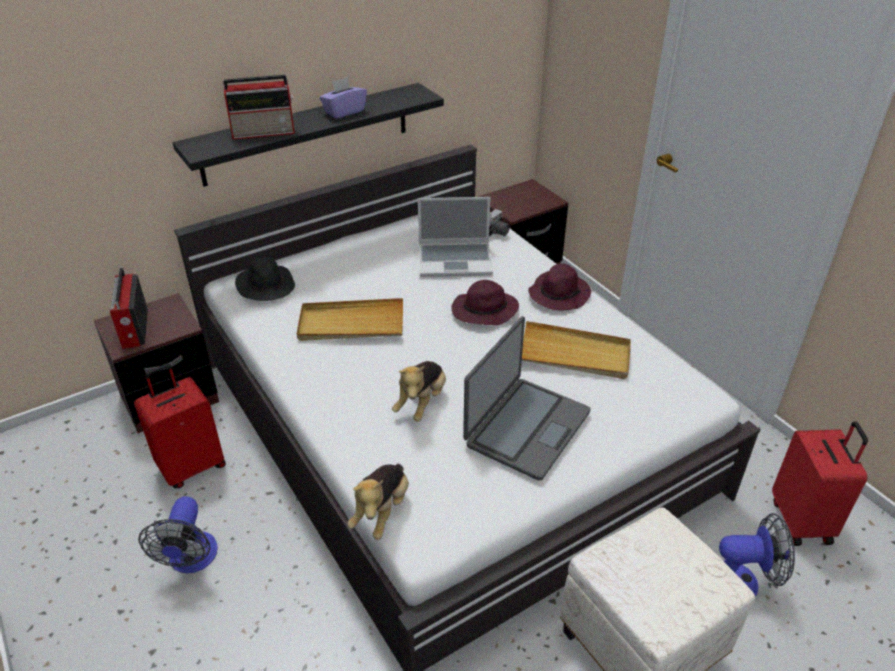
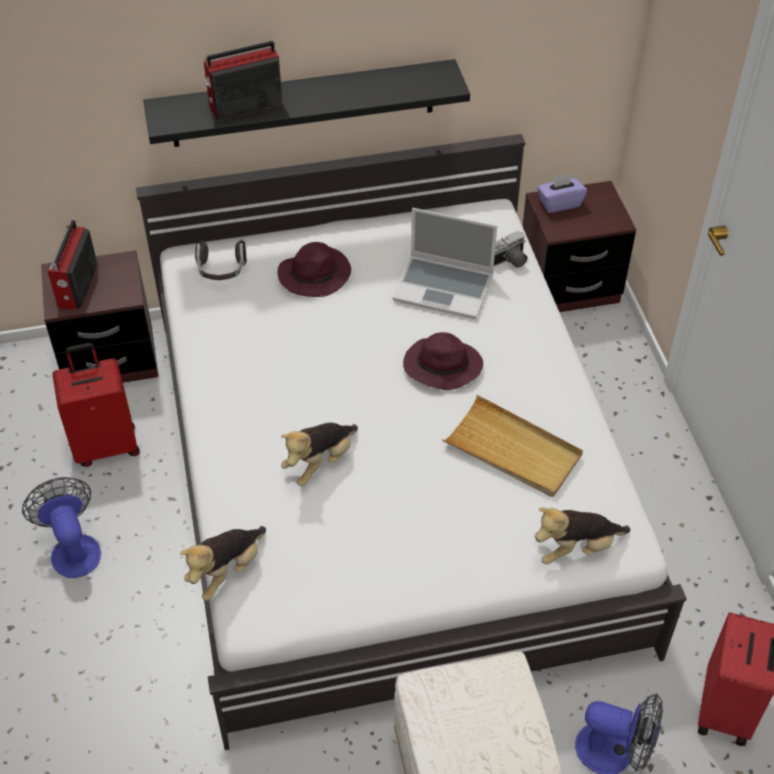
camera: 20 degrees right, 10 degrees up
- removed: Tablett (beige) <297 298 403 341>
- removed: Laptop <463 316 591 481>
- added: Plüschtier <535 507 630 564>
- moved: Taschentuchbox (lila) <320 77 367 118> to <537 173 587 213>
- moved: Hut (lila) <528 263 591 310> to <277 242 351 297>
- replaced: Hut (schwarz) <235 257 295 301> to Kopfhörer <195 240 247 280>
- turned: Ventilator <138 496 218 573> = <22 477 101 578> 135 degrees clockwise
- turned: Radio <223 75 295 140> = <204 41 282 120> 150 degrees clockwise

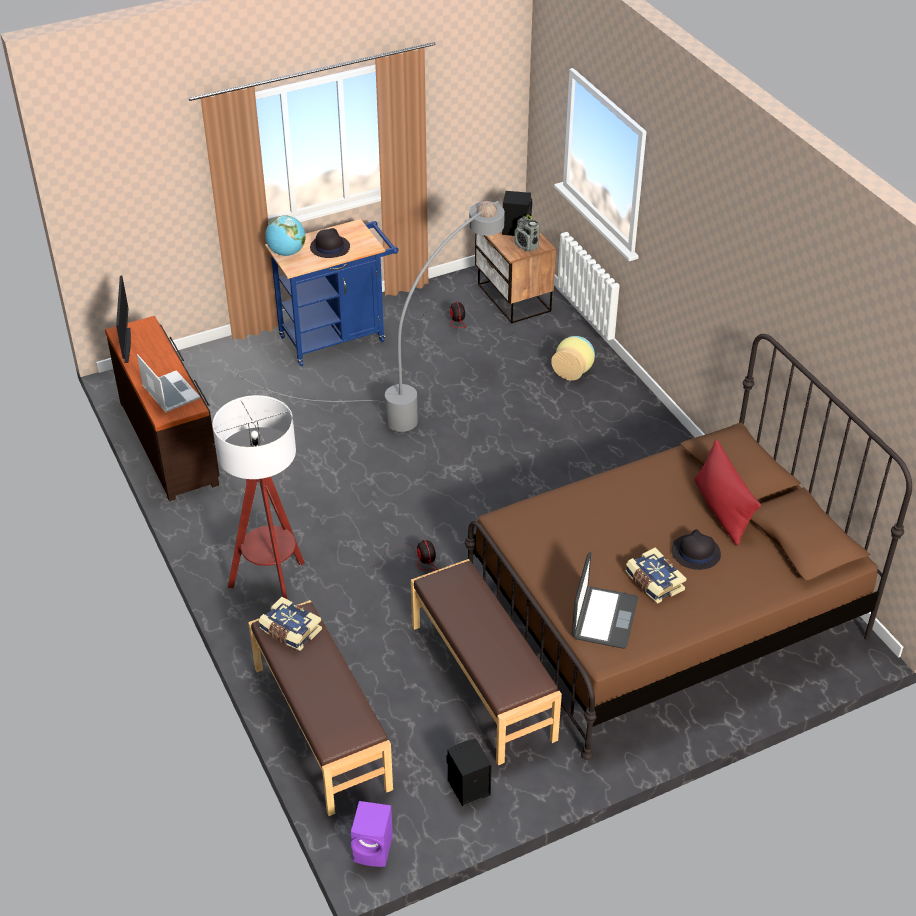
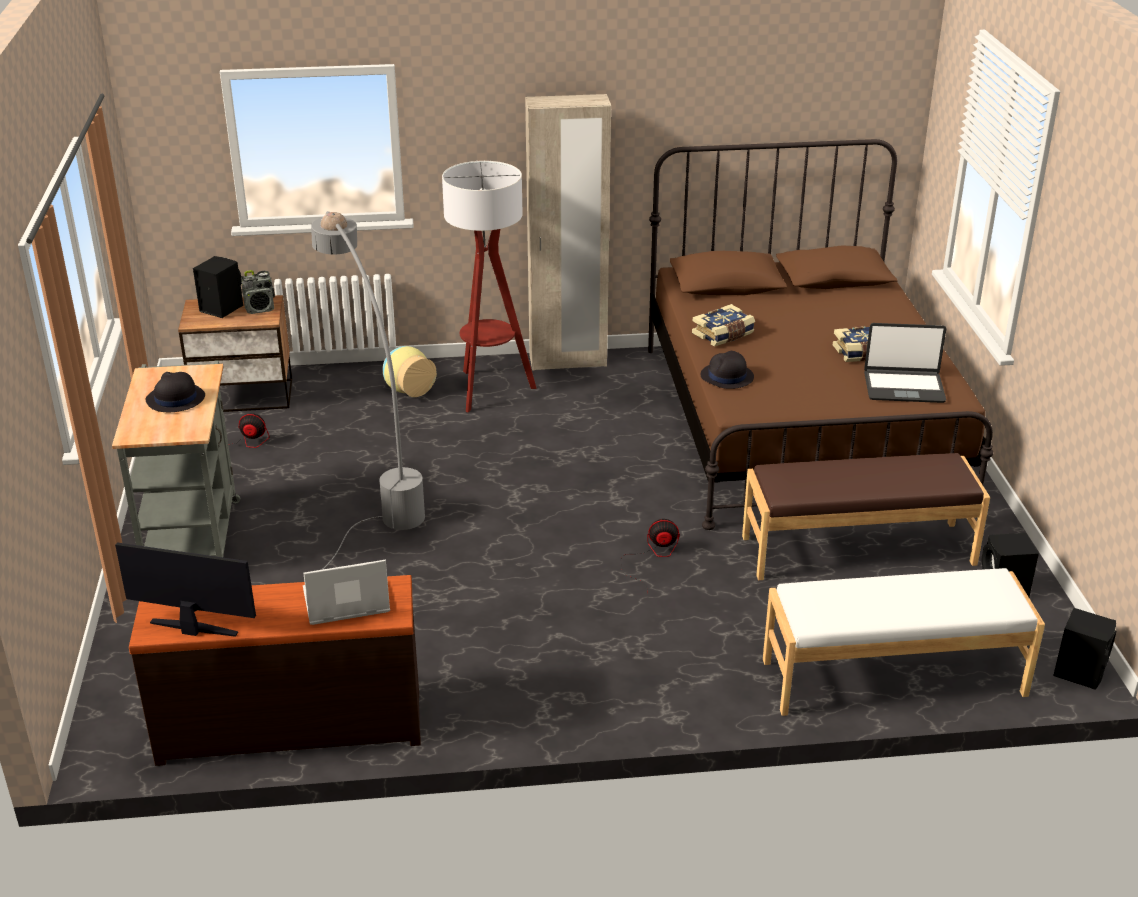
camera: 70 degrees left, 10 degrees down
- removed: Globus <265 215 306 256>
- removed: Kissen (rot) <694 439 761 545>
- added: Kleiderschrank (beige) <525 94 611 370>
- moved: Stehlampe <213 395 304 600> to <442 161 537 412>
- moved: Buch <259 597 322 651> to <692 304 755 346>
- moved: Hut (schwarz) <672 529 721 570> to <701 351 754 389>
- recoloured: Bank (braun) <248 600 393 816> to Bank (weiß) <763 568 1045 716>
- recoloured: Rollwagen (blau) <265 219 398 367> to Rollwagen (grau) <112 360 240 557>
- recoloured: Lautsprecher (lila) <351 801 393 867> to Lautsprecher (schwarz) <1053 608 1116 690>
- turned: Laptop <572 552 638 649> = <864 323 946 403> 150 degrees clockwise

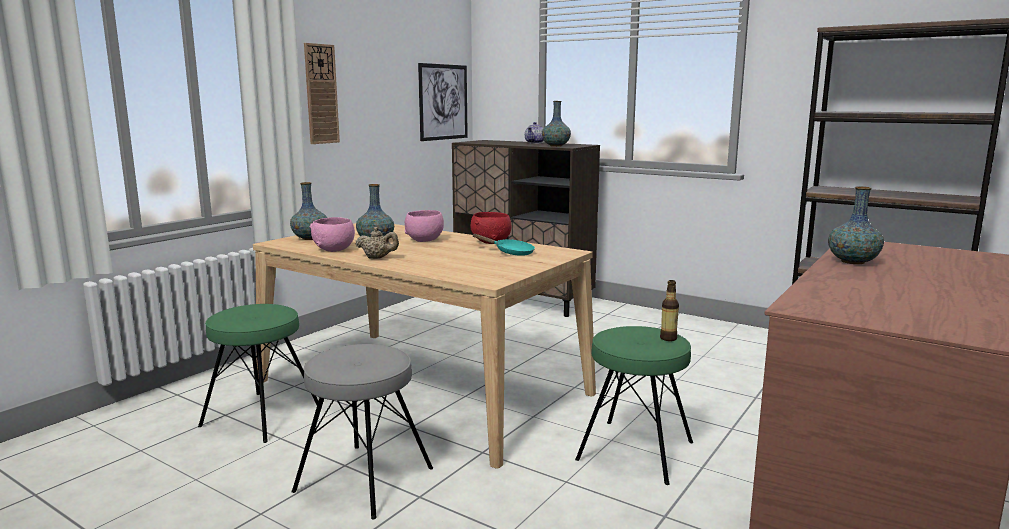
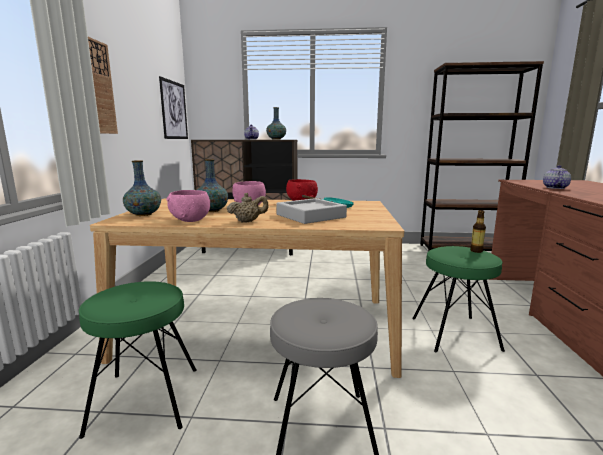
camera: 30 degrees left, 0 degrees up
- added: Tablett (grau) <276 198 347 224>
- replaced: Vase <828 186 884 264> to Teekanne <543 165 571 189>

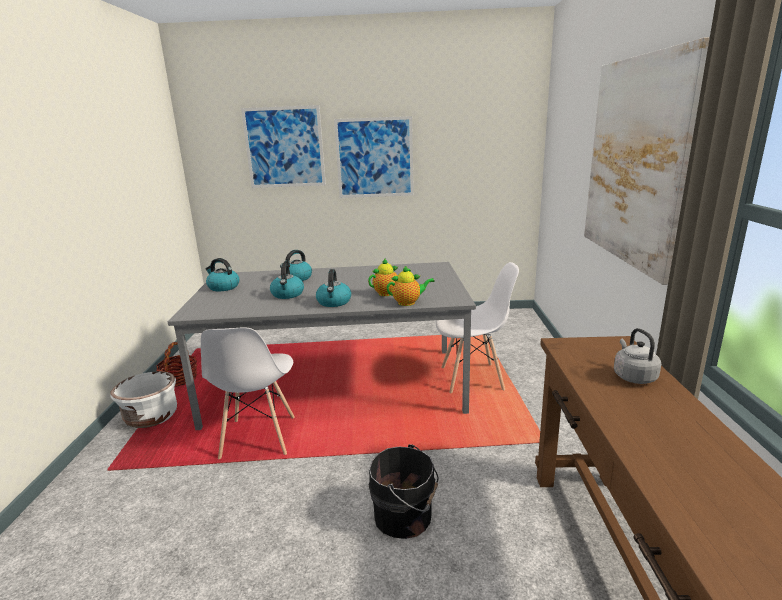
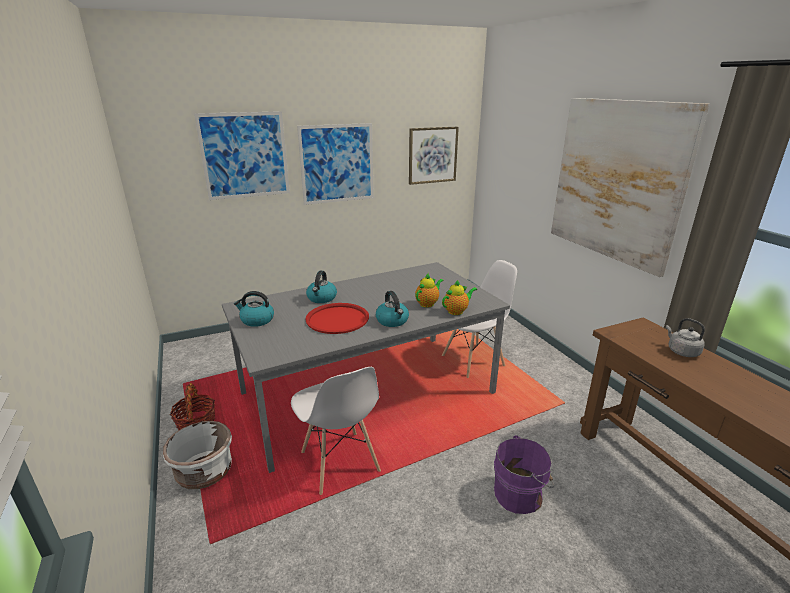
camera: 25 degrees left, 5 degrees up
- added: Bild <409 127 459 185>
- replaced: Wasserkessel <270 263 304 299> to Tablett (rot) <305 303 369 334>
- recoloured: Eimer (schwarz) <369 444 439 539> to Eimer (lila) <494 435 555 514>

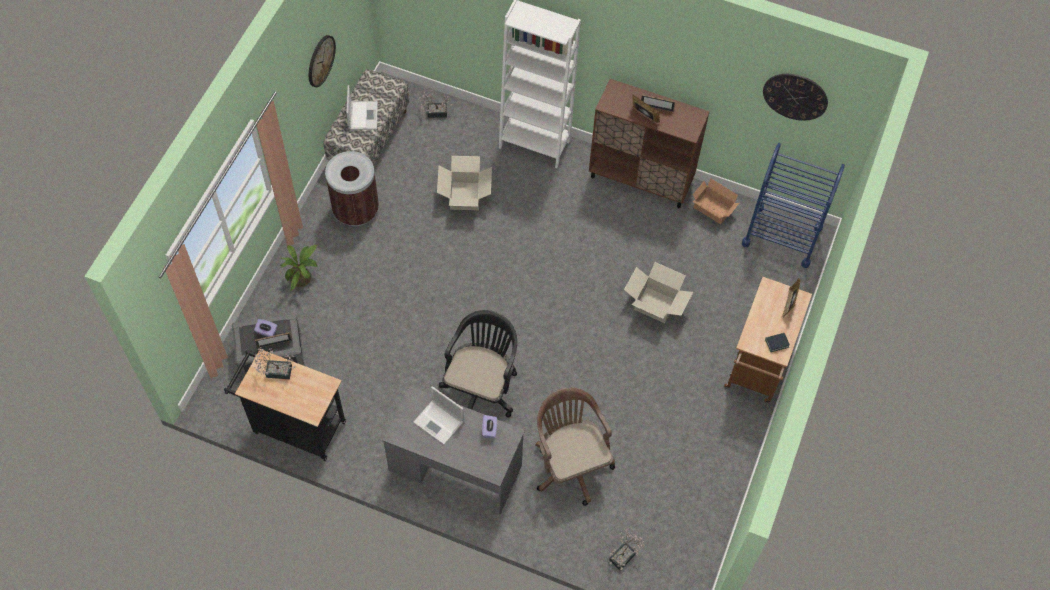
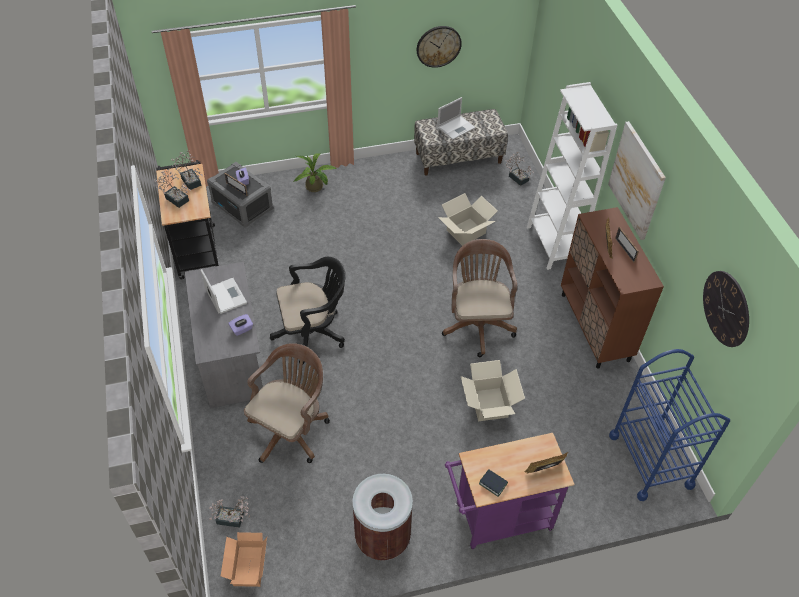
camera: 55 degrees right, 10 degrees down
- added: Topfpflanze <154 168 191 208>
- added: Bürostuhl (braun) <442 239 517 357>
- added: Bild <608 121 666 240>
- moved: Mülleimer (braun) <325 151 379 226> to <353 474 413 561>
- moved: Karton <692 179 739 224> to <221 532 267 587>
- recoloured: Rollwagen (braun) <724 277 812 404> to Rollwagen (lila) <445 433 574 549>
- turned: Laptop <413 386 464 445> = <200 269 247 314> 150 degrees clockwise

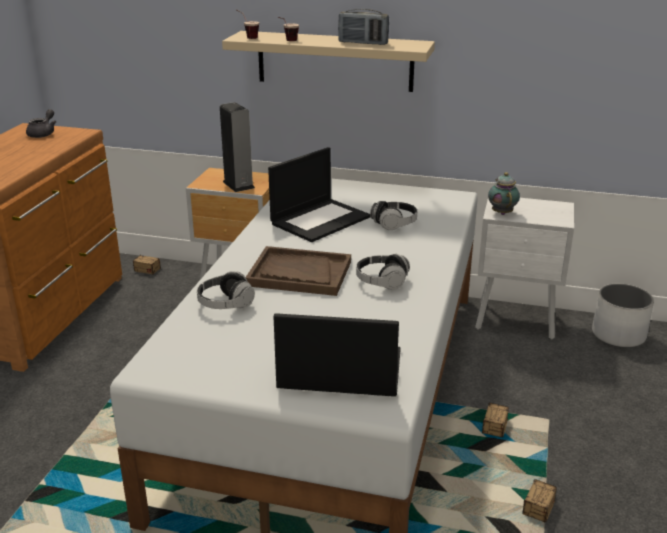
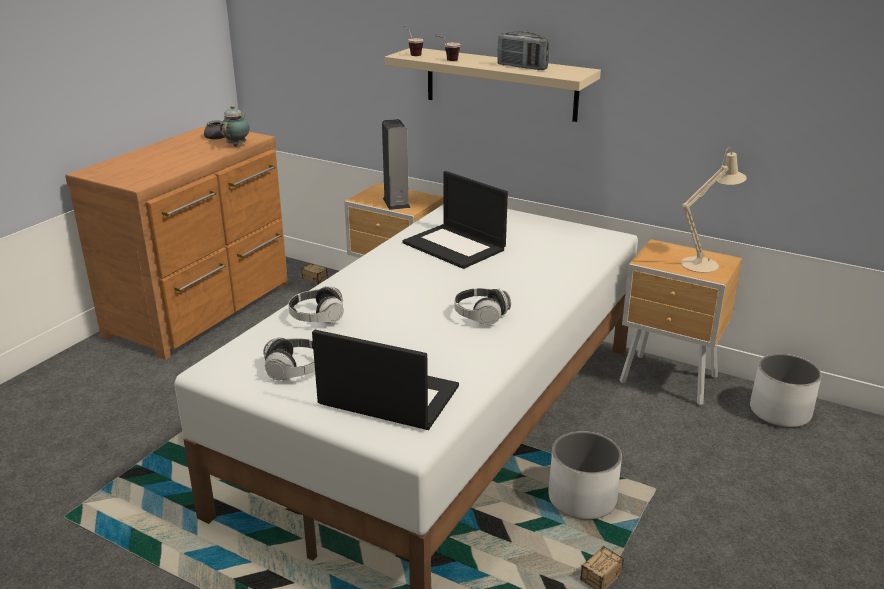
camera: 15 degrees right, 0 degrees up
- removed: Tablett (braun) <246 246 351 296>
- added: Tischlampe (beige) <681 147 747 273>
- moved: Kopfhörer <370 201 417 230> to <263 337 315 381>
- moved: Teekanne <488 172 520 215> to <220 105 250 146>
- replaced: Aufbewahrungsbox <482 403 509 438> to Pflanzkübel (weiß) <548 431 622 520>
- recoloured: Nachttisch (weiß) <475 198 574 340> to Nachttisch (braun) <620 239 742 406>
- turned: Laptop <268 147 370 242> = <402 171 508 269> 75 degrees clockwise

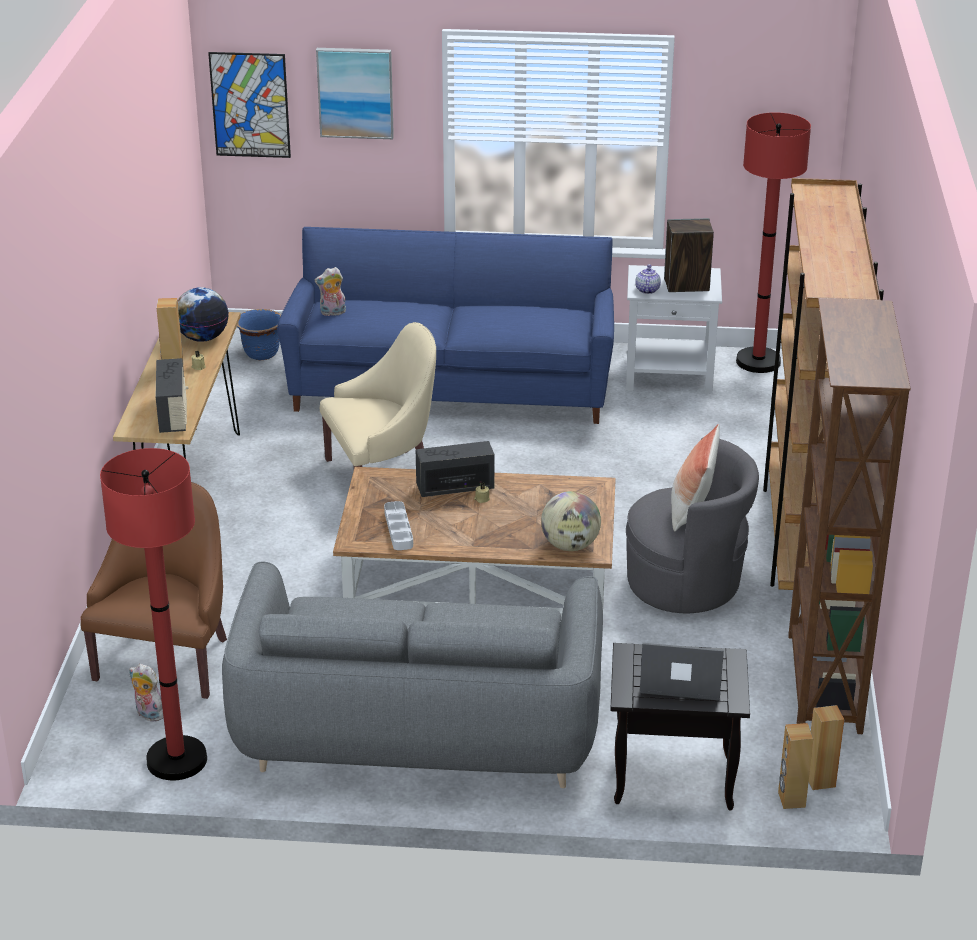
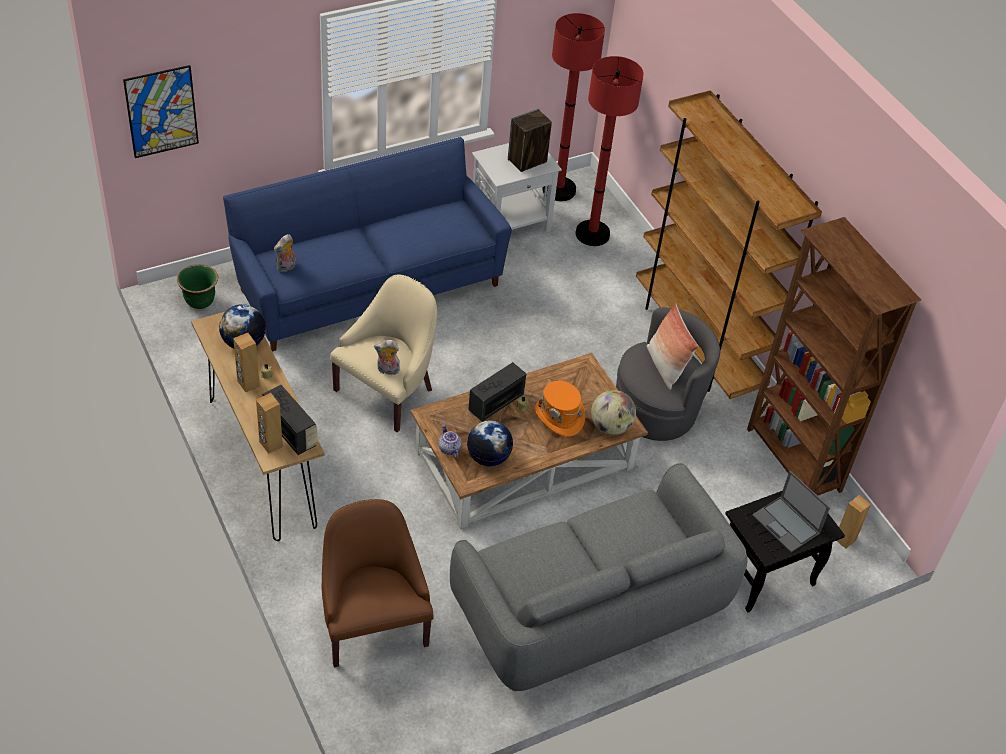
camera: 35 degrees left, 15 degrees up
- removed: Bild <316 48 394 139>
- added: Hut (orange) <535 381 585 437>
- moved: Stehlampe (rot) <100 448 207 780> to <576 56 644 246>
- moved: Plüschtier <129 664 164 721> to <374 340 402 375>
- moved: Teekanne <635 264 661 294> to <438 424 462 457>
- moved: Lautsprecher (braun) <778 723 813 809> to <256 393 283 454>
- replaced: Tablett (grau) <384 501 413 550> to Globus <467 420 513 466>
- recoloured: Pflanzkübel (blau) <237 309 281 360> to Pflanzkübel (grün) <177 264 218 309>
- turned: Laptop <640 643 724 701> = <752 471 830 552> 105 degrees counterclockwise

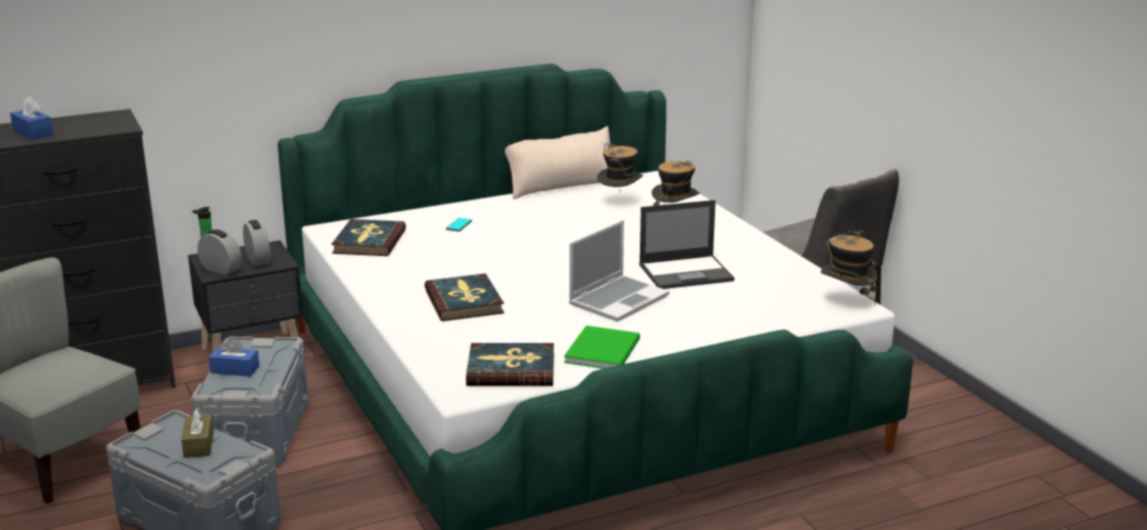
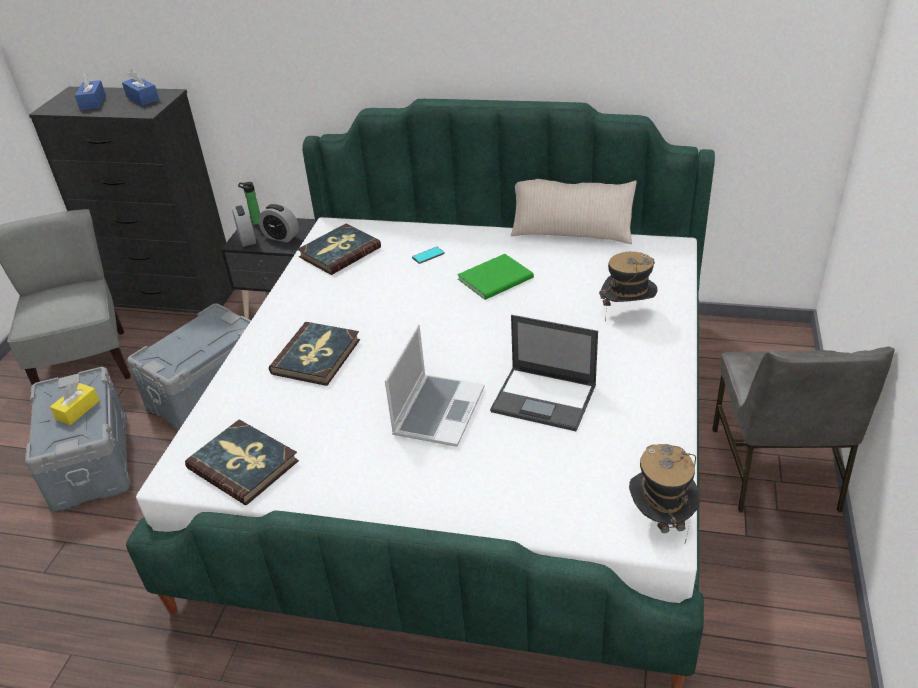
camera: 40 degrees right, 15 degrees up
- removed: Hut <597 143 643 187>
- moved: Taschentuchbox (blau) <209 338 259 377> to <122 69 159 106>
- moved: Buch (grün) <564 325 640 369> to <457 254 534 300>
- recoloured: Taschentuchbox (braun) <181 408 214 458> to Taschentuchbox (gelb) <50 382 100 425>
- turned: Wecker <243 220 271 266> = <258 204 299 243> 105 degrees clockwise
- turned: Laptop <569 220 669 322> = <385 324 485 447> 60 degrees counterclockwise

